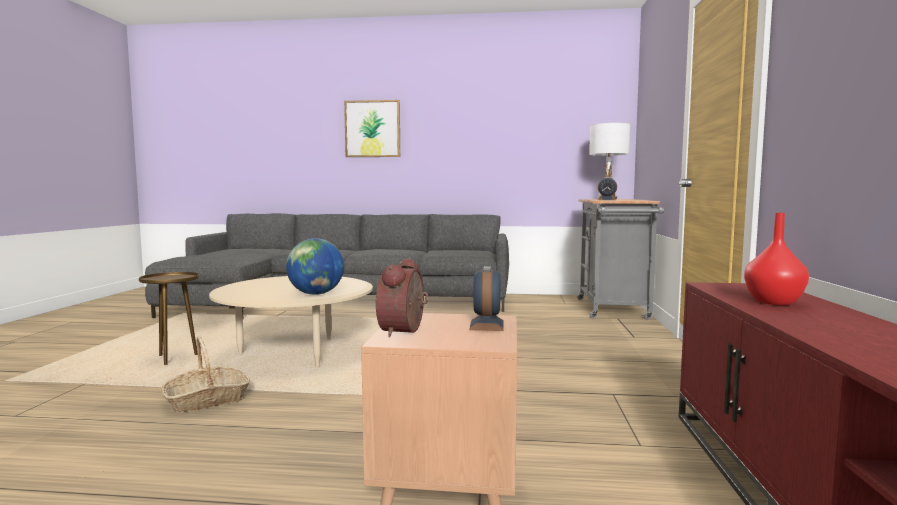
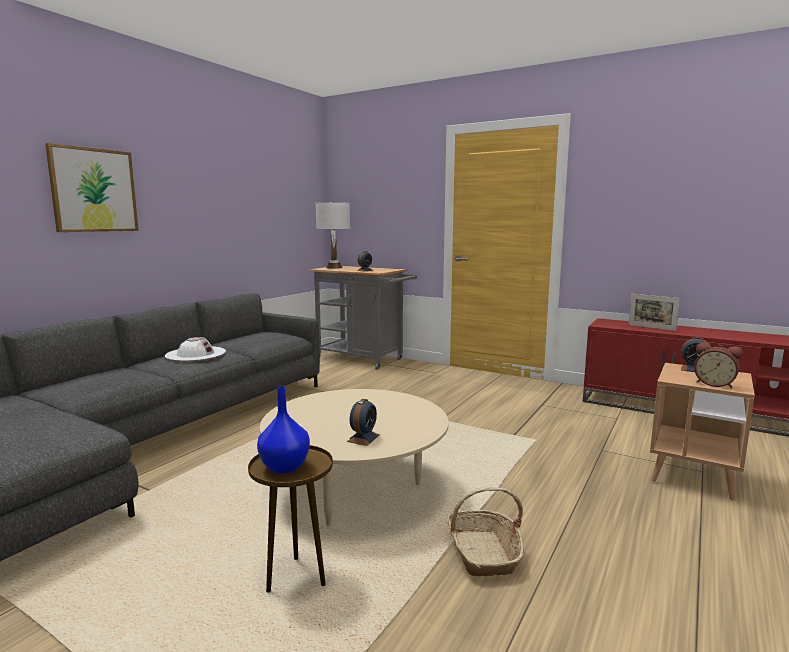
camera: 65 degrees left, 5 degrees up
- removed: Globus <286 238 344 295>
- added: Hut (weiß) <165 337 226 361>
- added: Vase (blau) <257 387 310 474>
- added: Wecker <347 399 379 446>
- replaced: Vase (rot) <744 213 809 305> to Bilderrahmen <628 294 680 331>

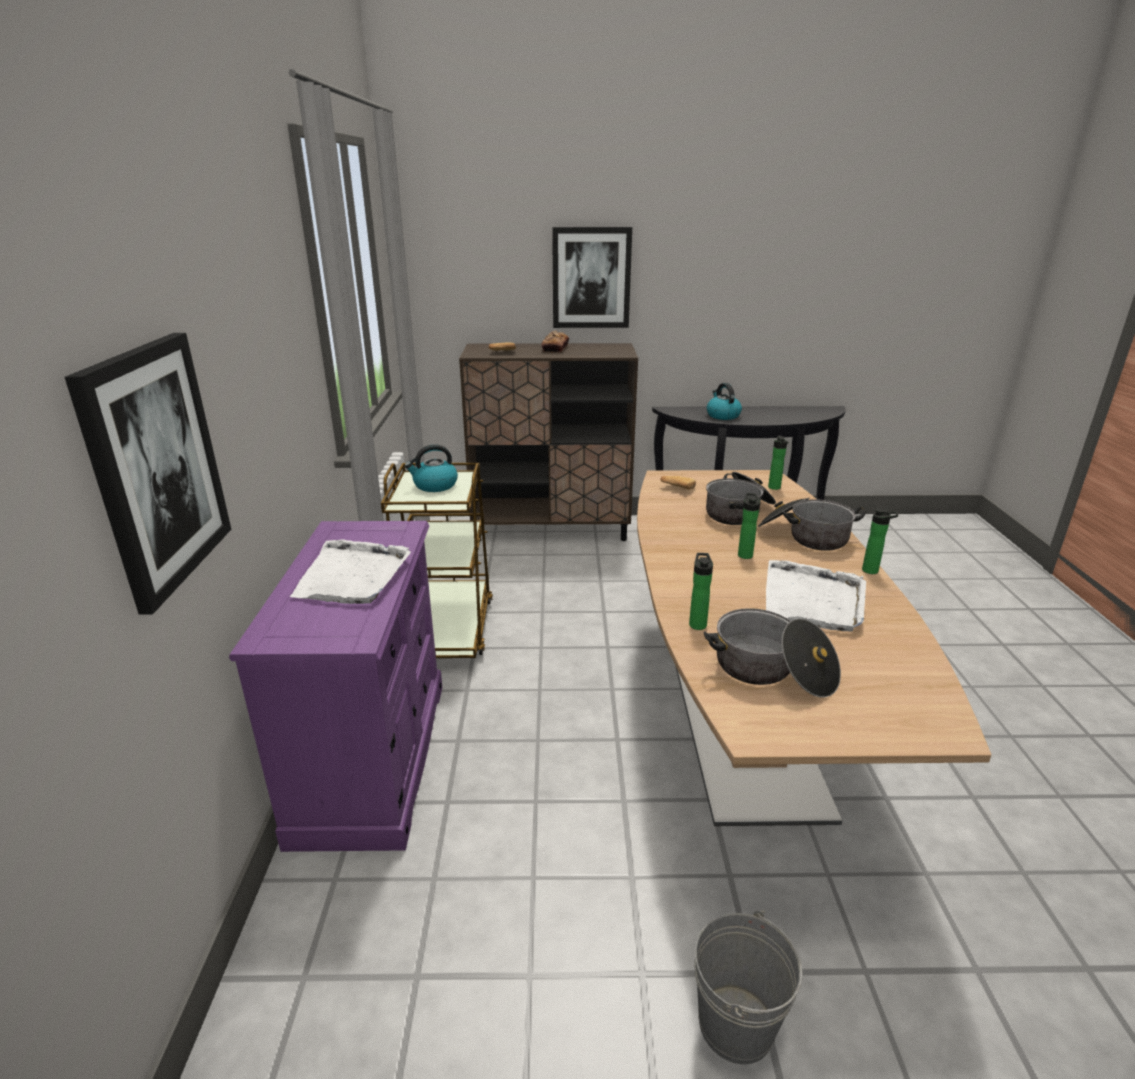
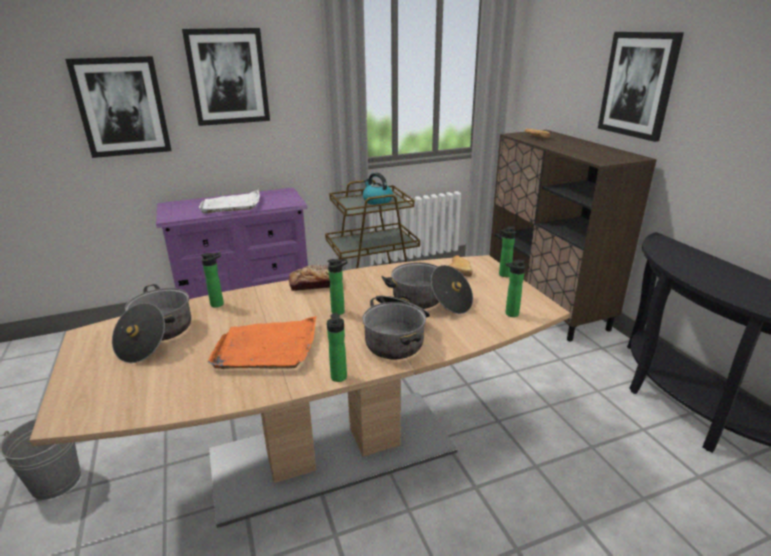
camera: 70 degrees right, 0 degrees up
- removed: Wasserkessel <707 383 742 420>
- added: Bild <182 28 270 126>
- added: Flasche <499 226 516 277>
- moved: Brot <541 330 569 352> to <289 265 330 291>
- recoloured: Tablett (weiß) <766 560 866 632> to Tablett (orange) <208 316 316 369>

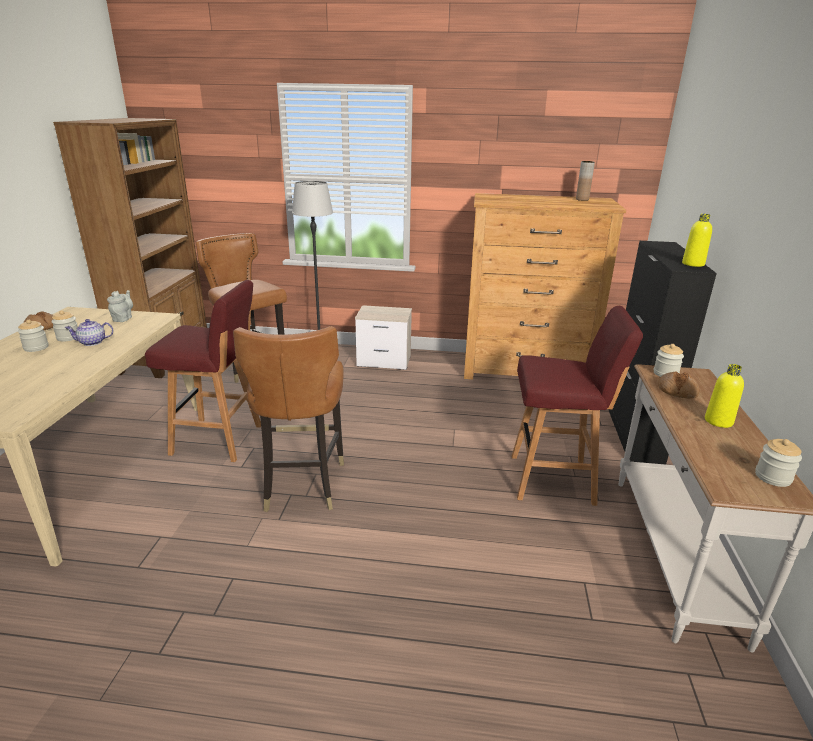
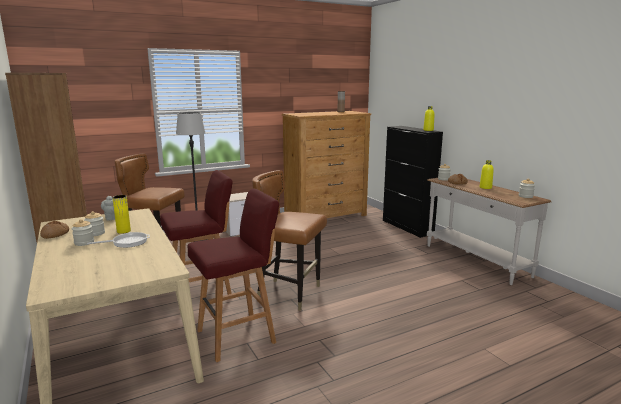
camera: 35 degrees left, 10 degrees down
- added: Pfanne <87 232 150 248>
- moved: Hocker (rot) <512 306 643 506> to <188 188 279 362>
- replaced: Teekanne <65 319 114 346> to Vase (gelb) <112 195 131 234>
- turned: Stuhl (braun) <233 326 344 512> = <252 170 327 311> 150 degrees clockwise

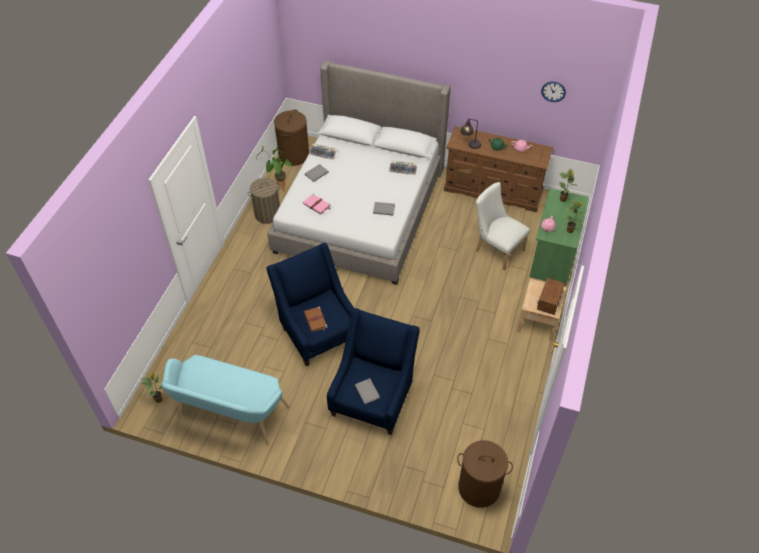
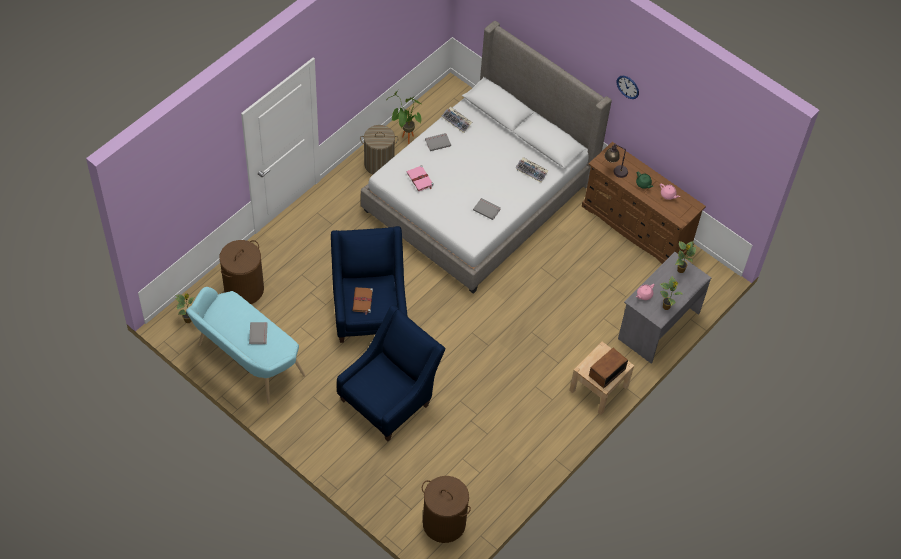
camera: 20 degrees right, 5 degrees up
- removed: Stuhl (weiß) <476 182 530 271>
- moved: Wäschekorb (braun) <274 110 309 166> to <219 240 264 304>
- moved: Buch (grau) <355 378 380 404> to <249 322 268 344>
- moved: Wanduhr <541 82 566 102> to <617 76 639 99>
- recoloured: Schreibtisch (grün) <530 188 589 286> to Schreibtisch (grau) <618 252 711 364>

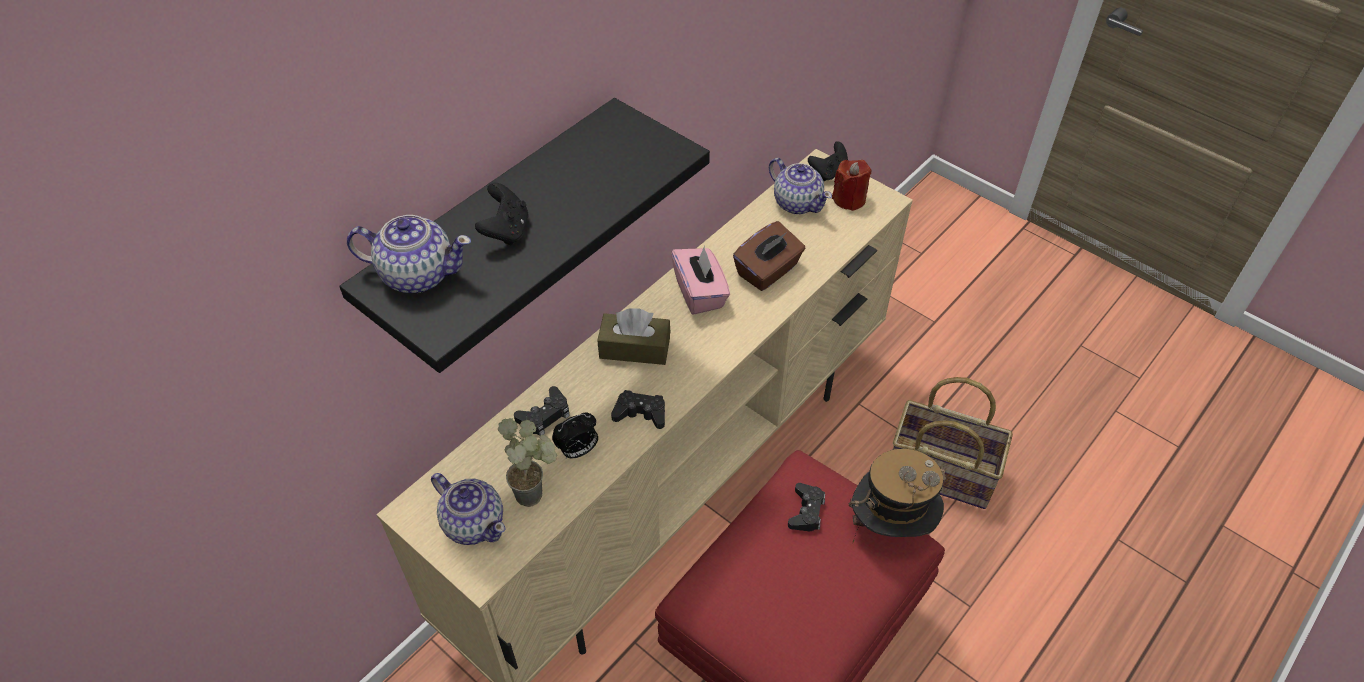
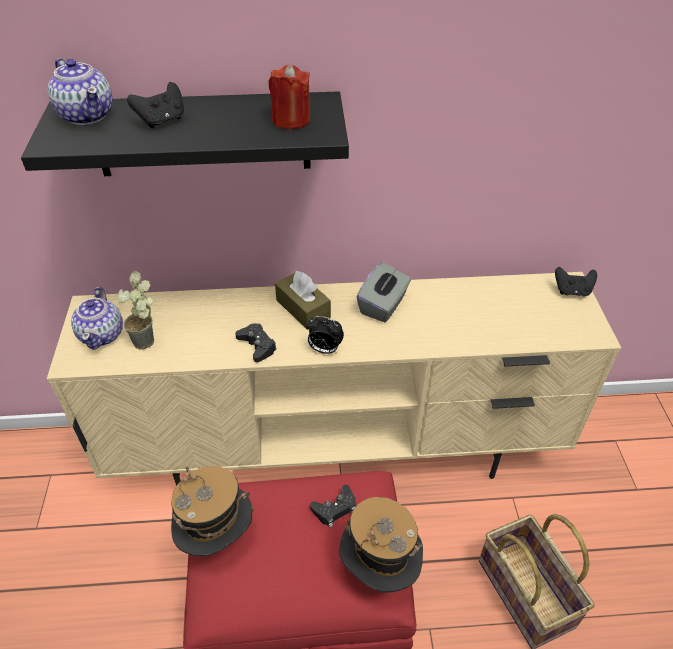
camera: 45 degrees right, 5 degrees down
- removed: Gamepad (schwarz) <514 386 570 436>
- removed: Taschentuchbox (braun) <733 221 805 291>
- removed: Teekanne <769 158 832 215>
- added: Hut <171 466 254 557>
- moved: Wecker <552 412 598 458> to <306 316 344 354>
- moved: Kerze (rot) <832 160 872 211> to <268 65 310 129>
- recoloured: Taschentuchbox (rosa) <671 246 730 315> to Taschentuchbox (grau) <357 262 411 322>

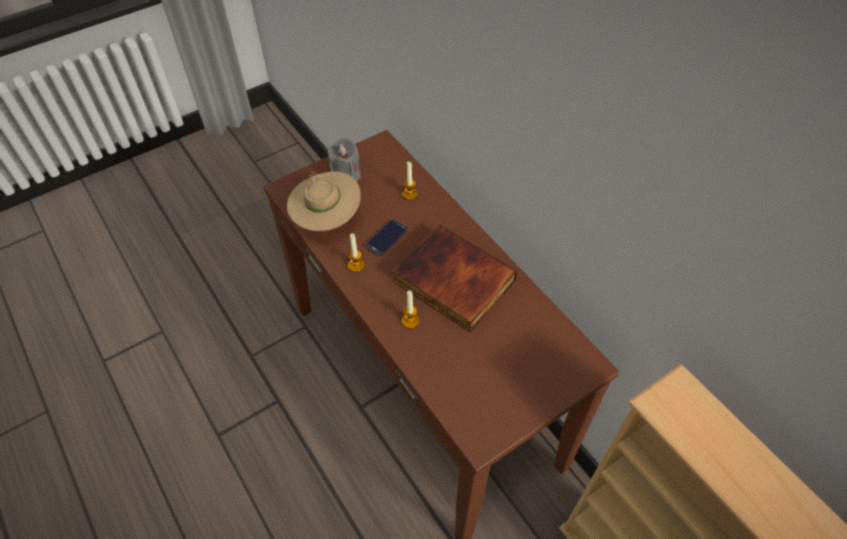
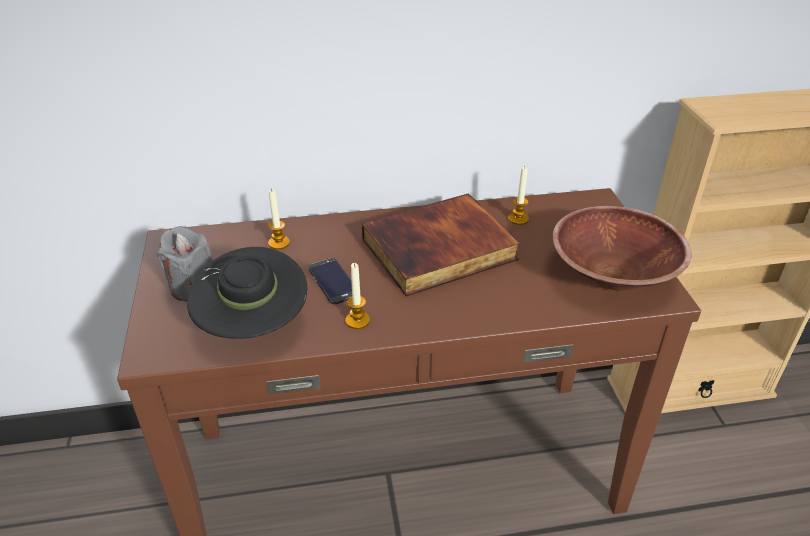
camera: 65 degrees left, 15 degrees down
- added: Schüssel (braun) <553 206 692 291>
- moved: Kerze <402 291 419 328> to <508 167 529 225>
- recoloured: Hut (beige) <287 171 361 231> to Hut (schwarz) <187 247 307 339>

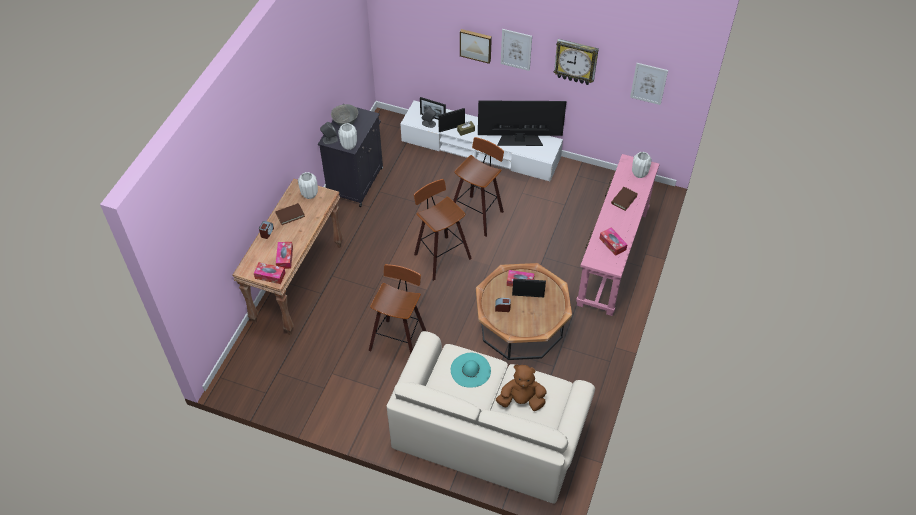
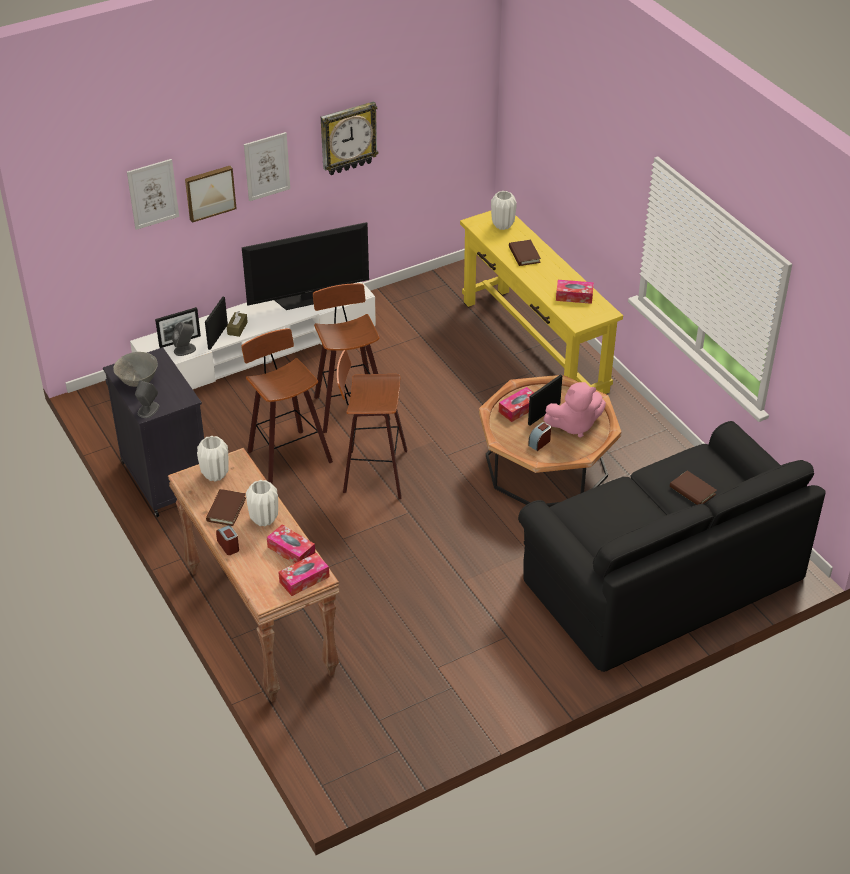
camera: 50 degrees left, 10 degrees down
- removed: Hut (türkis) <451 353 491 388>
- added: Plüschtier (rosa) <543 382 606 438>
- moved: Vase (weiß) <338 123 357 150> to <246 480 278 527>
- moved: Hocker <369 264 426 354> to <241 328 333 484>
- moved: Bild <630 63 668 105> to <127 159 179 230>
- replaced: Plüschtier (braun) <496 364 547 411> to Buch (braun) <670 471 717 505>
- recoloured: Sofa (beige) <387 331 595 504> to Sofa (schwarz) <518 421 826 672>
- recoloured: Konsolentisch (rosa) <576 154 660 316> to Konsolentisch (gelb) <460 211 623 394>
- turned: Fernseher <478 101 567 146> = <242 222 369 310> 150 degrees counterclockwise

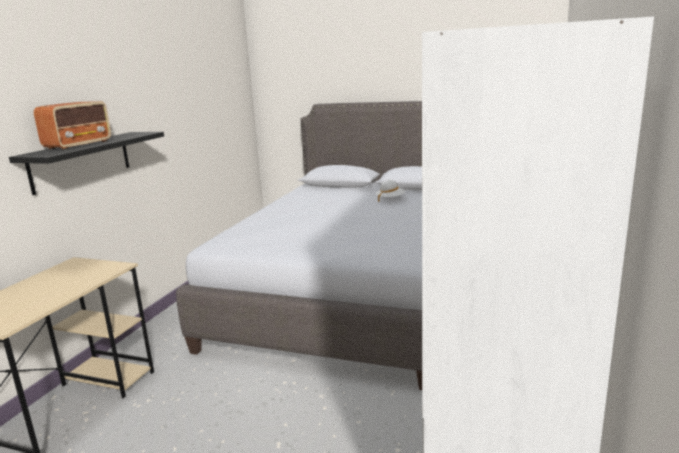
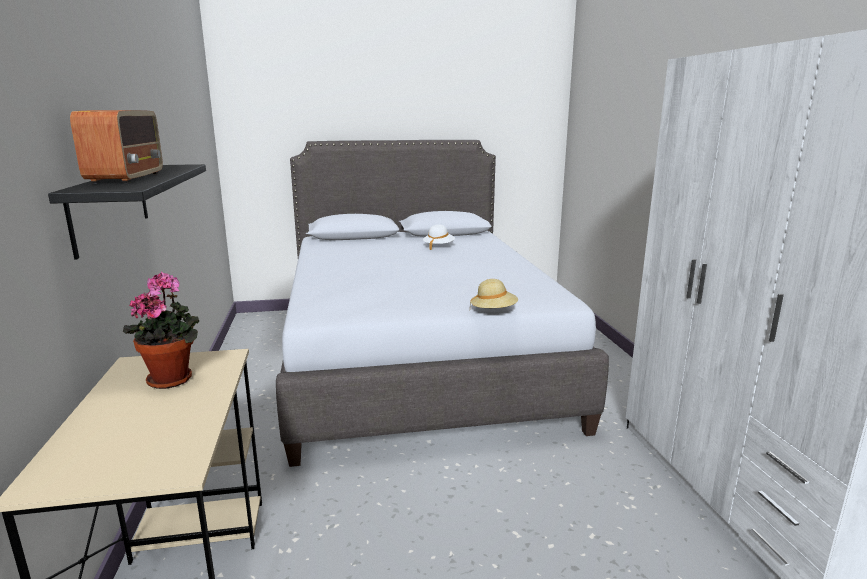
camera: 30 degrees left, 0 degrees up
- added: Topfpflanze <123 272 199 389>
- added: Hut (beige) <470 279 518 308>

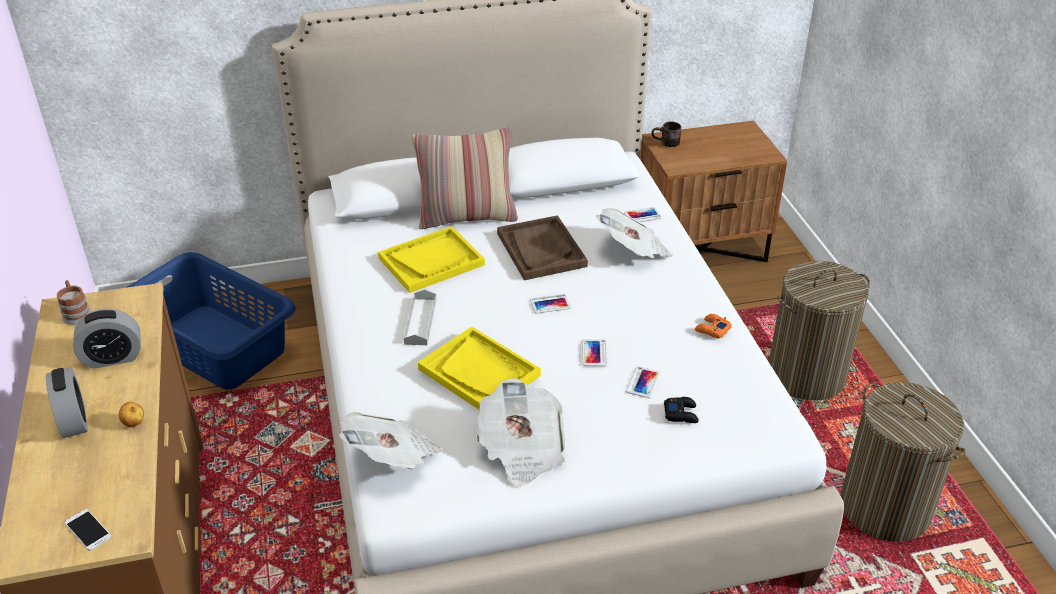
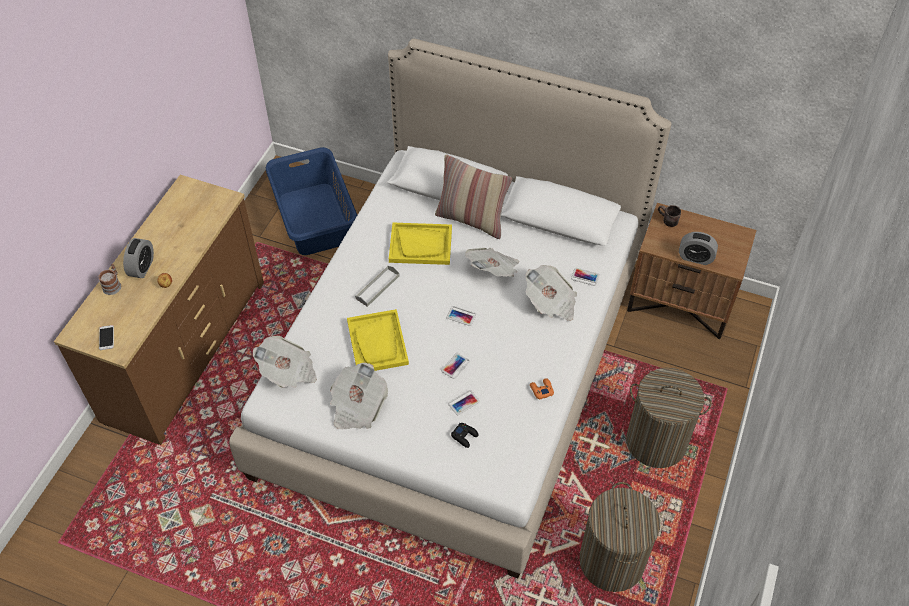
camera: 35 degrees right, 15 degrees up
- moved: Henkelbecher <57 280 92 325> to <98 264 121 295>
- moved: Wecker <73 309 141 369> to <679 232 718 265>
- replaced: Tablett (braun) <497 215 588 280> to Zeitung <465 248 519 277>

